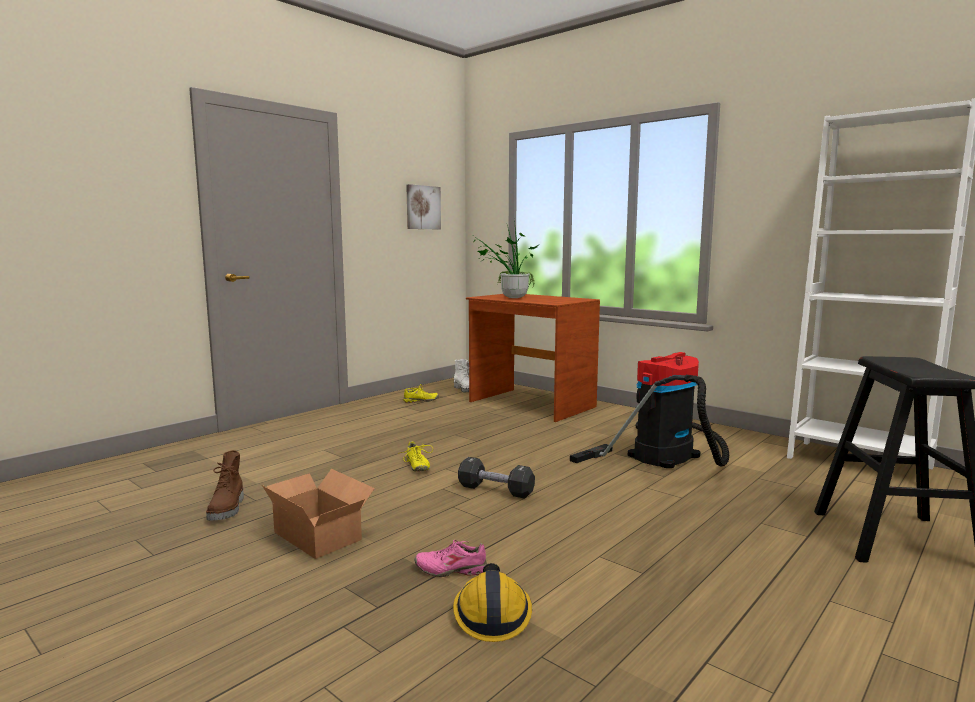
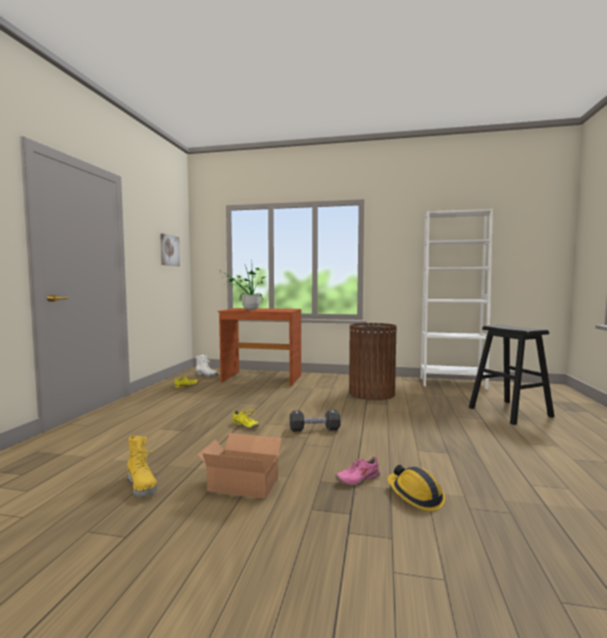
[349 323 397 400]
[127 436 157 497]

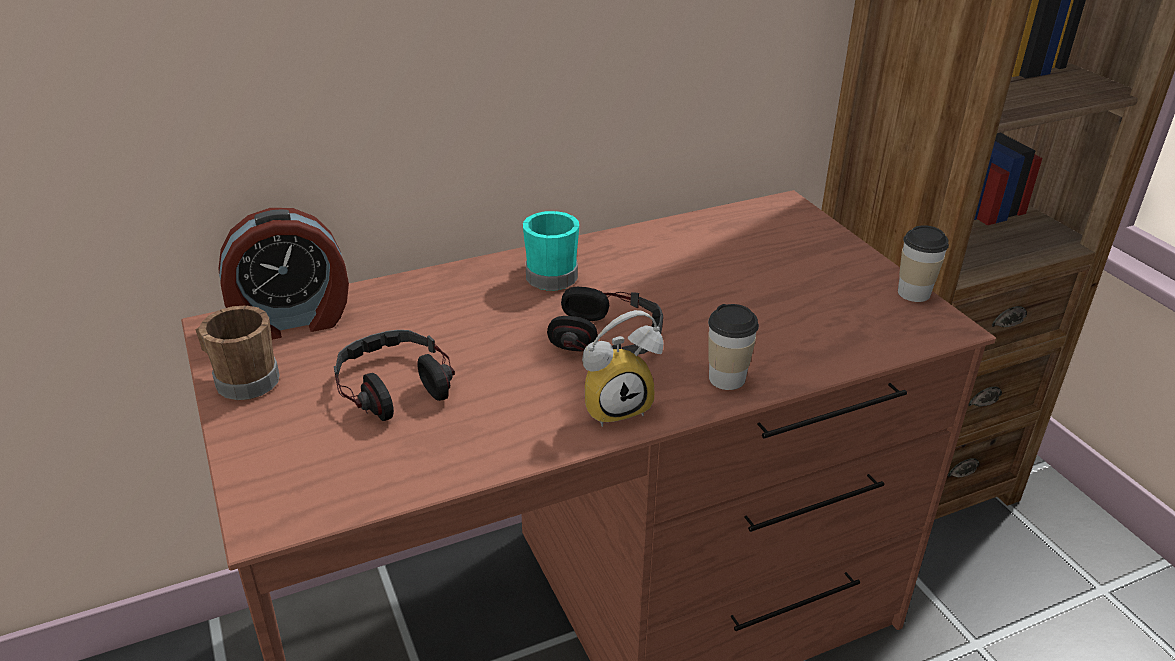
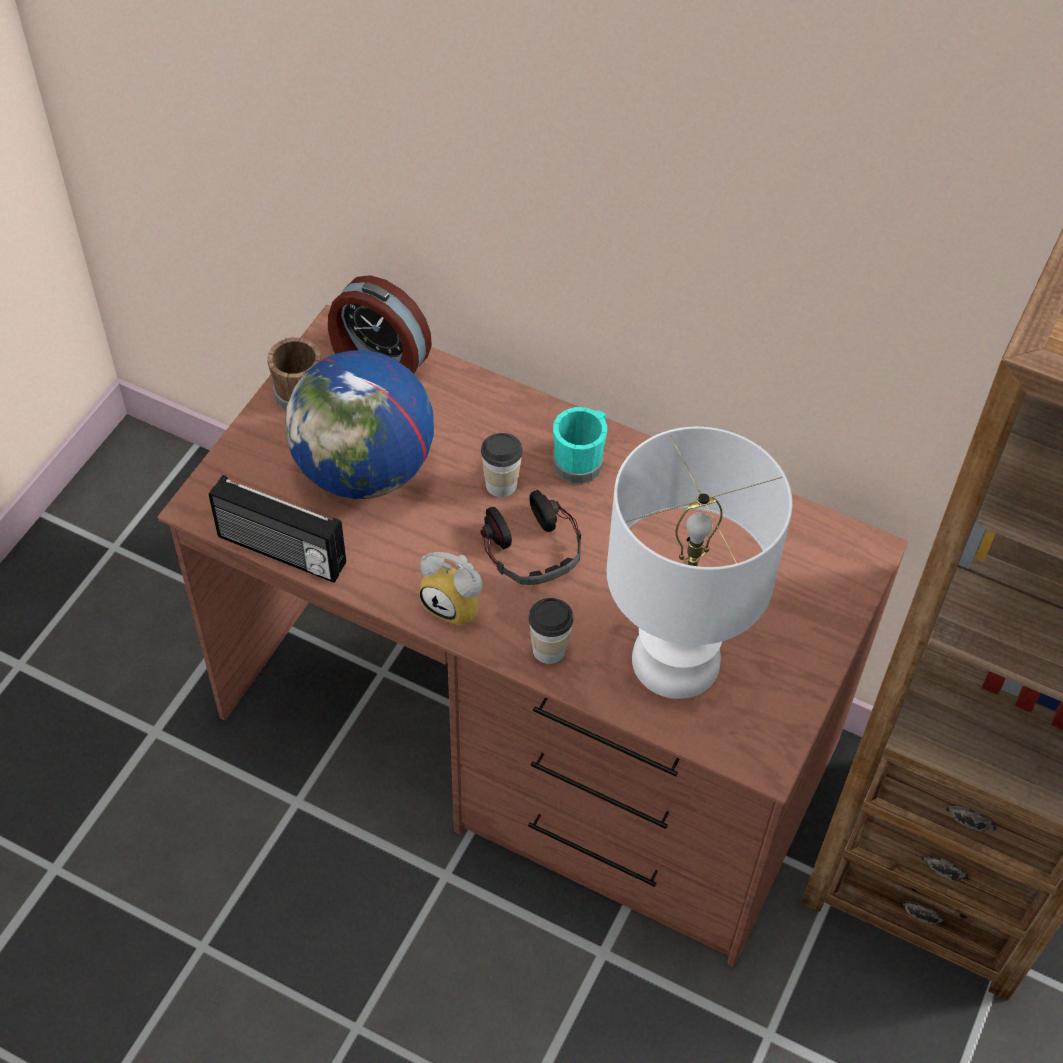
[481 433 523 497]
[285 350 434 499]
[607 427 793 699]
[209 475 346 583]

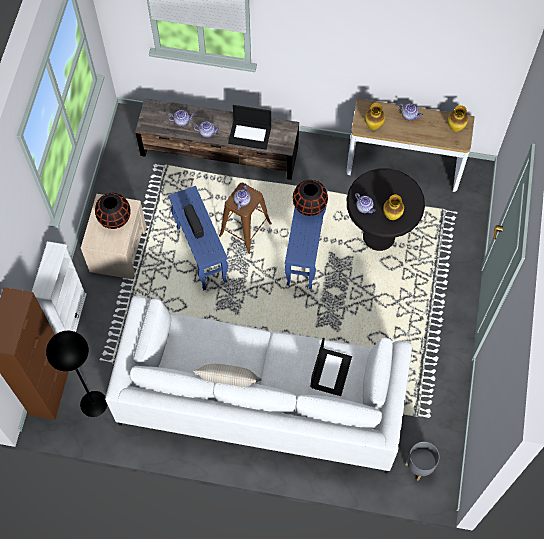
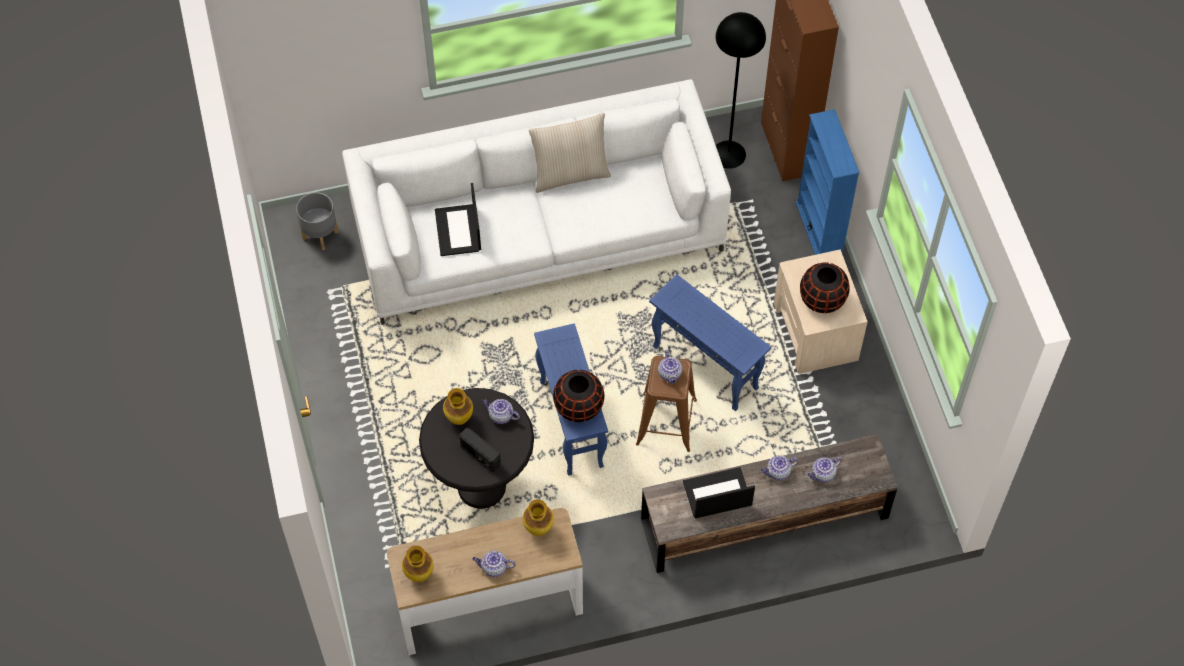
[460 428 501 472]
[796 109 860 255]

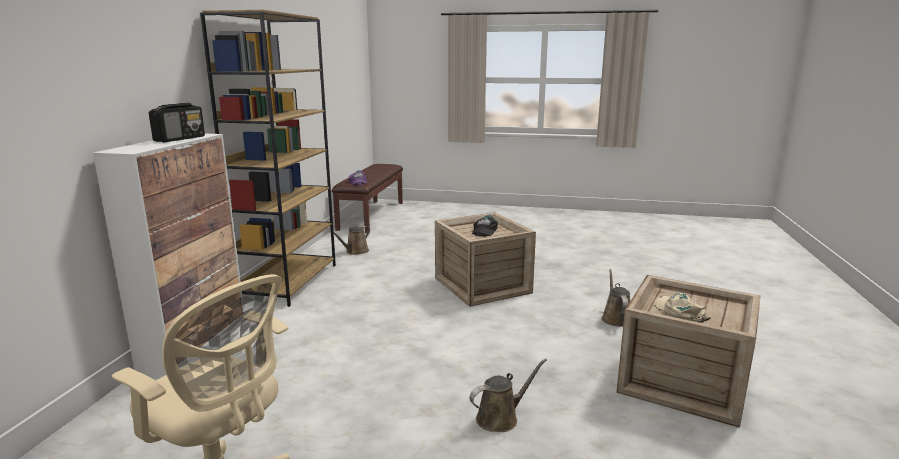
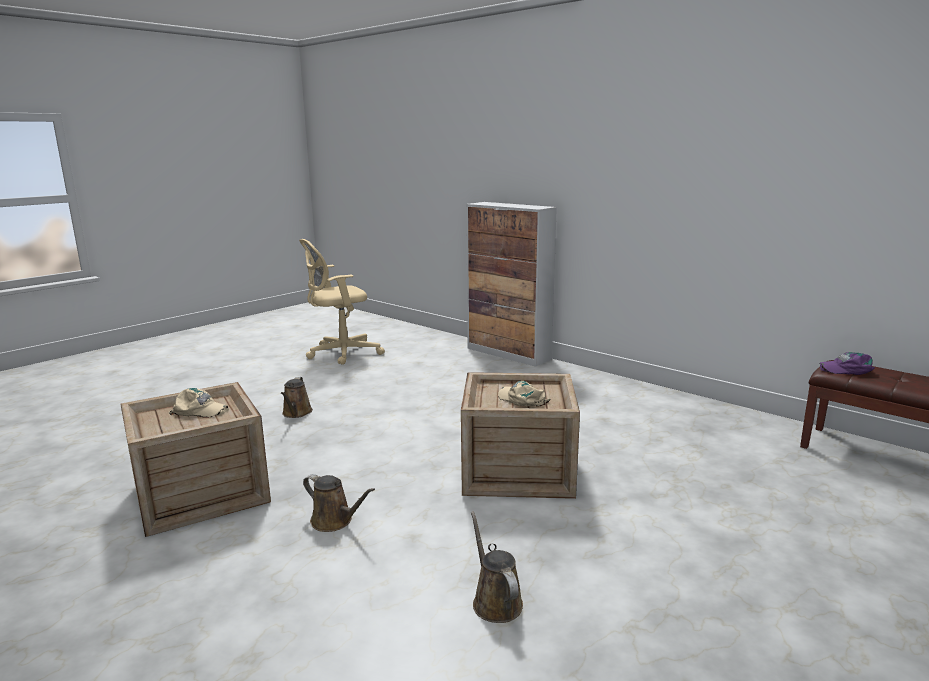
[200 10 336 307] (first image)
[149 103 205 142] (first image)
[498 381 550 406]
[471 511 523 623]

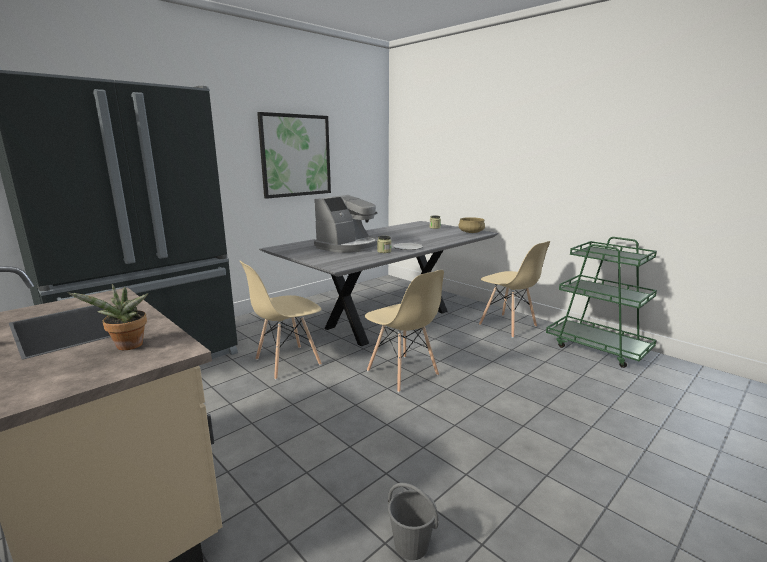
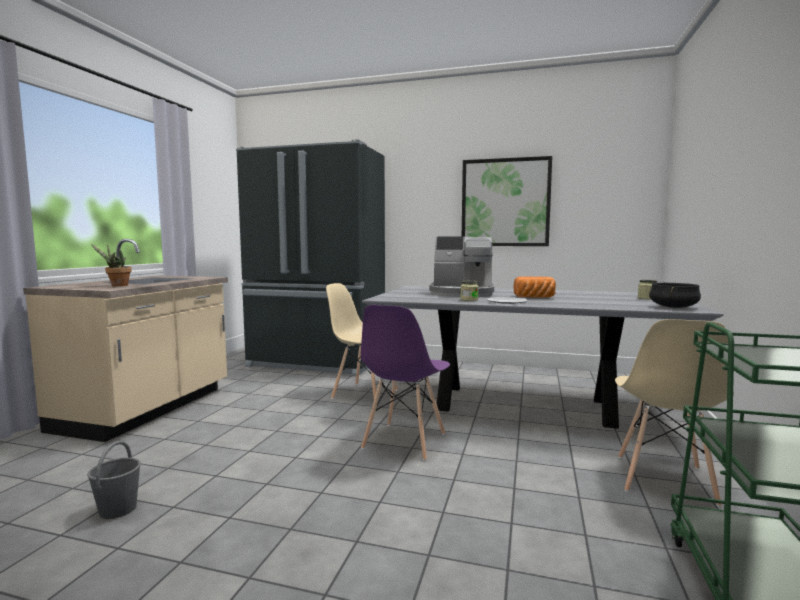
[649 283 701 308]
[361 305 450 461]
[514 276 556 297]

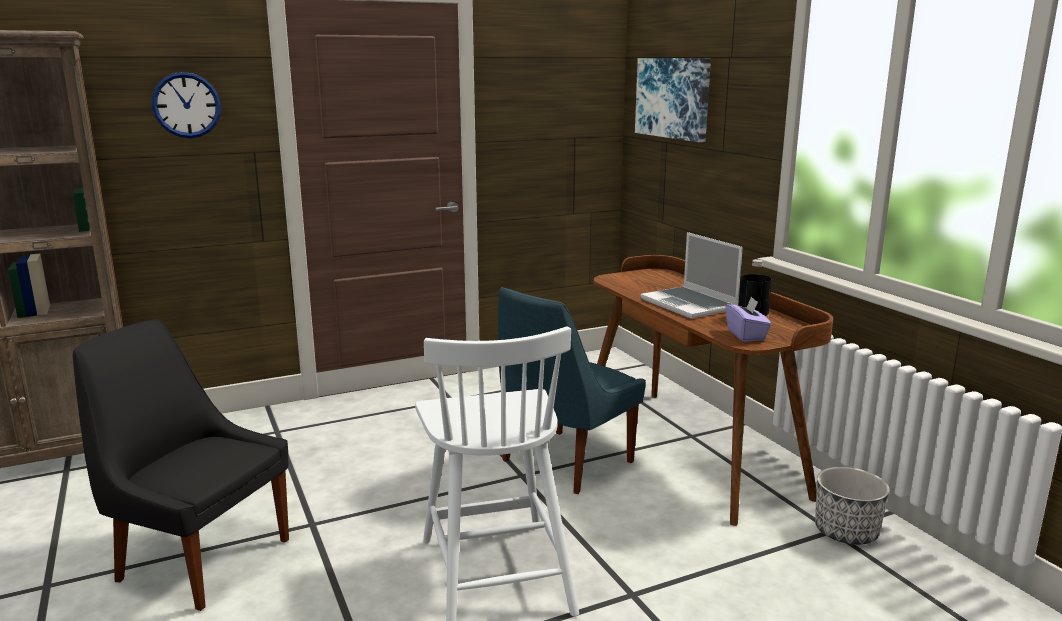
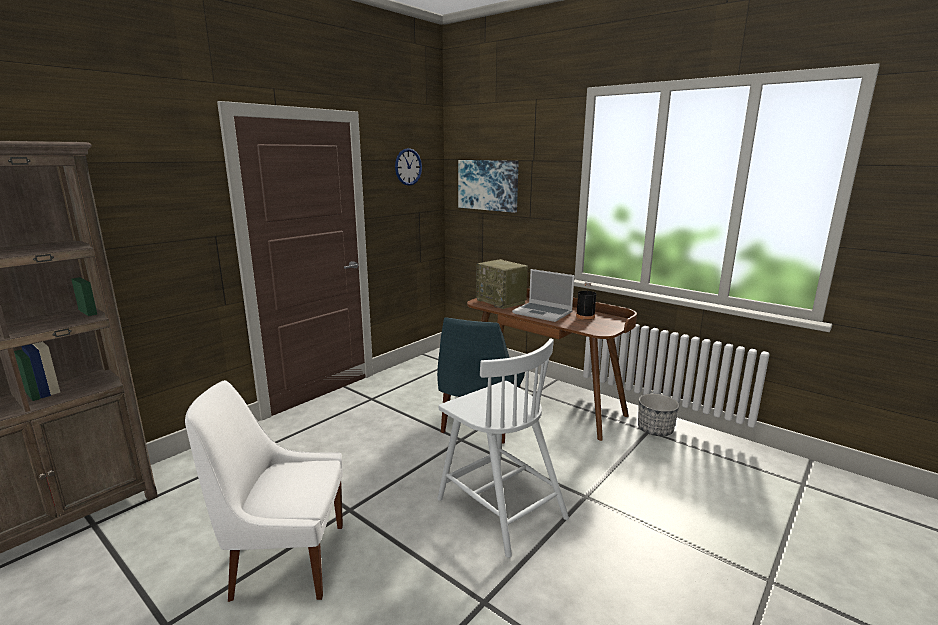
[395 148 422 186]
[726 296 772 341] (first image)
[185 380 343 602]
[476 259 528 309]

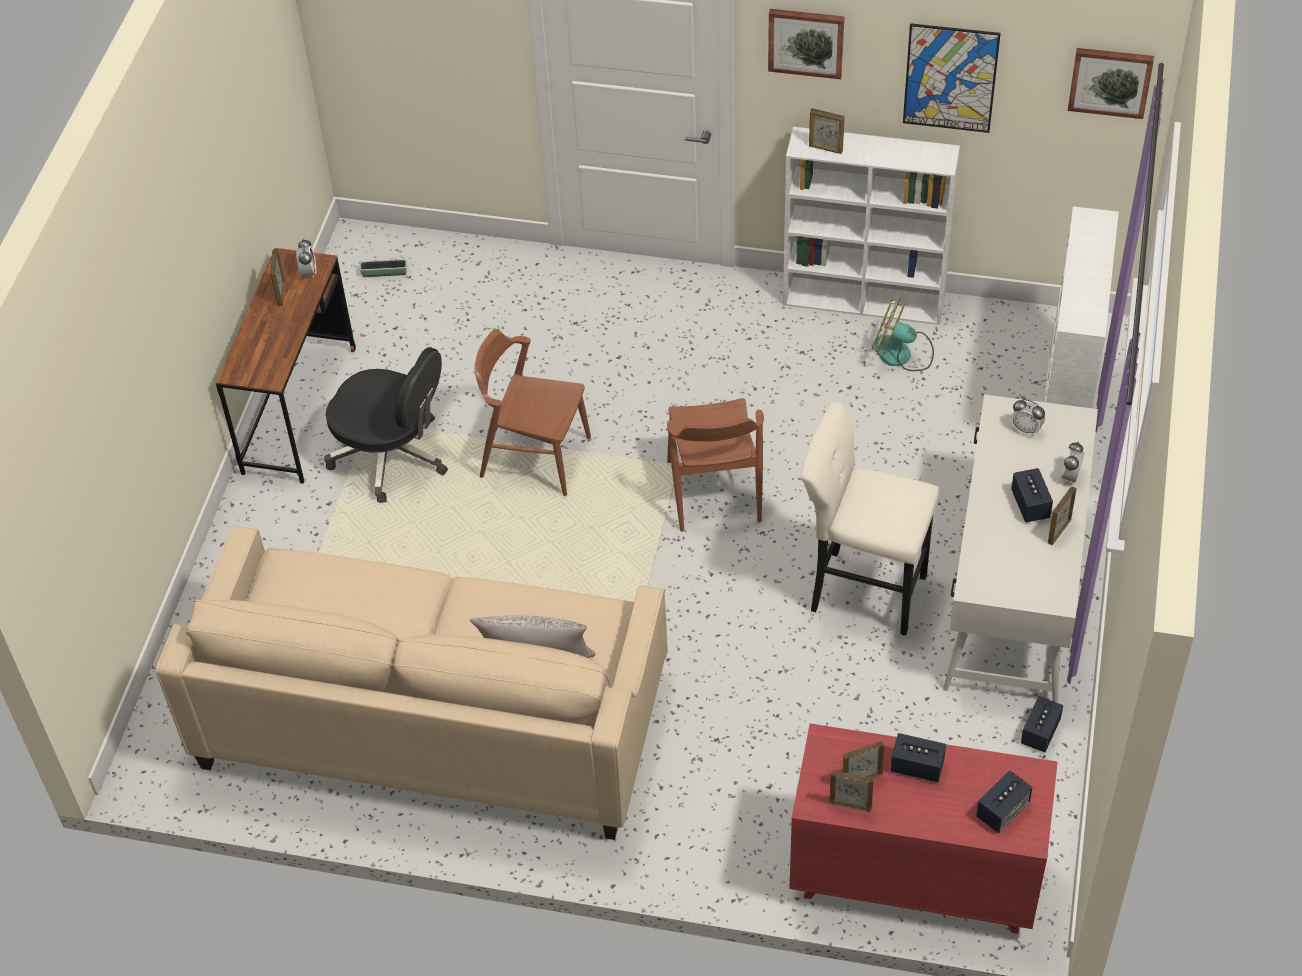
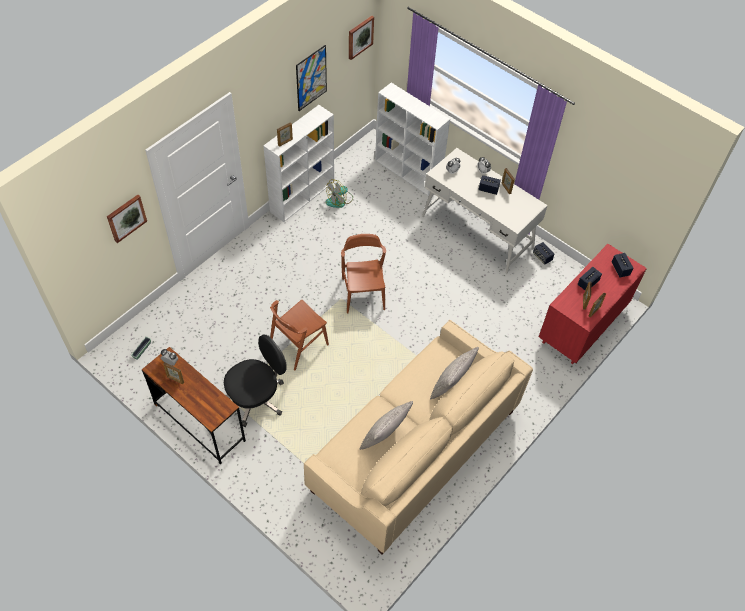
[107 195 147 243]
[341 234 386 313]
[801 402 939 635] (first image)
[360 401 413 450]

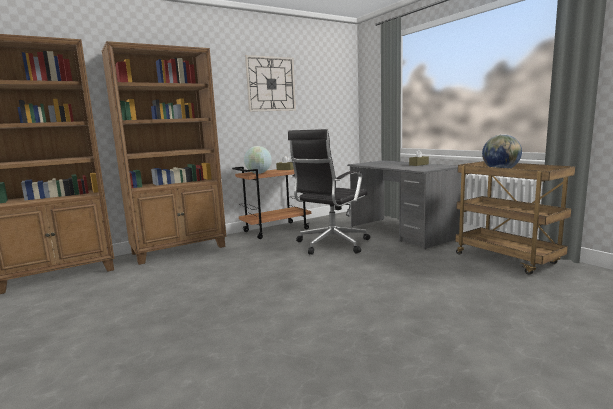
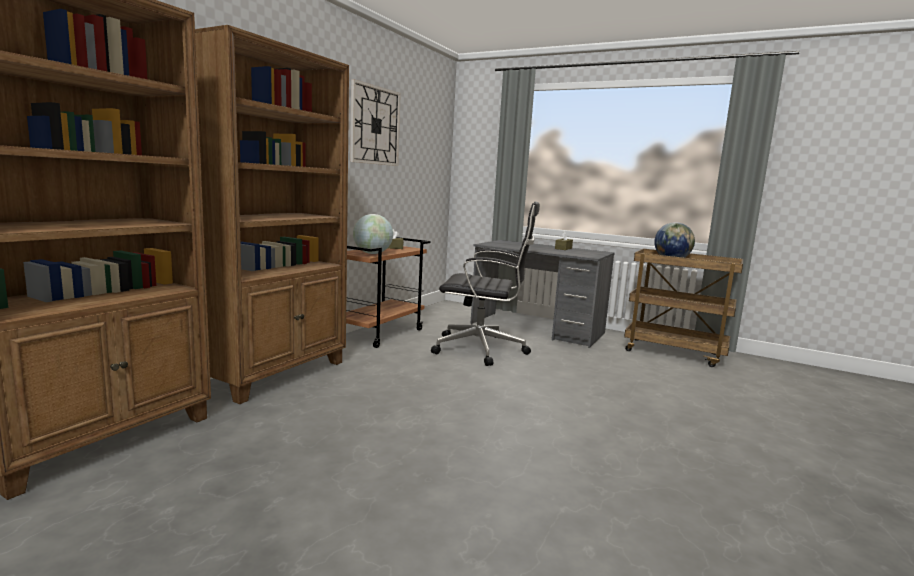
[431 201 540 366]

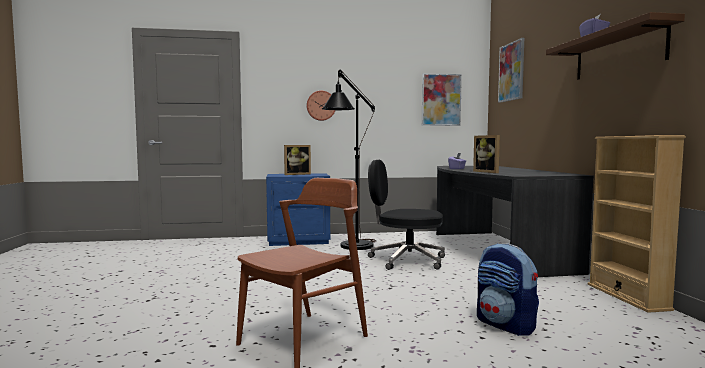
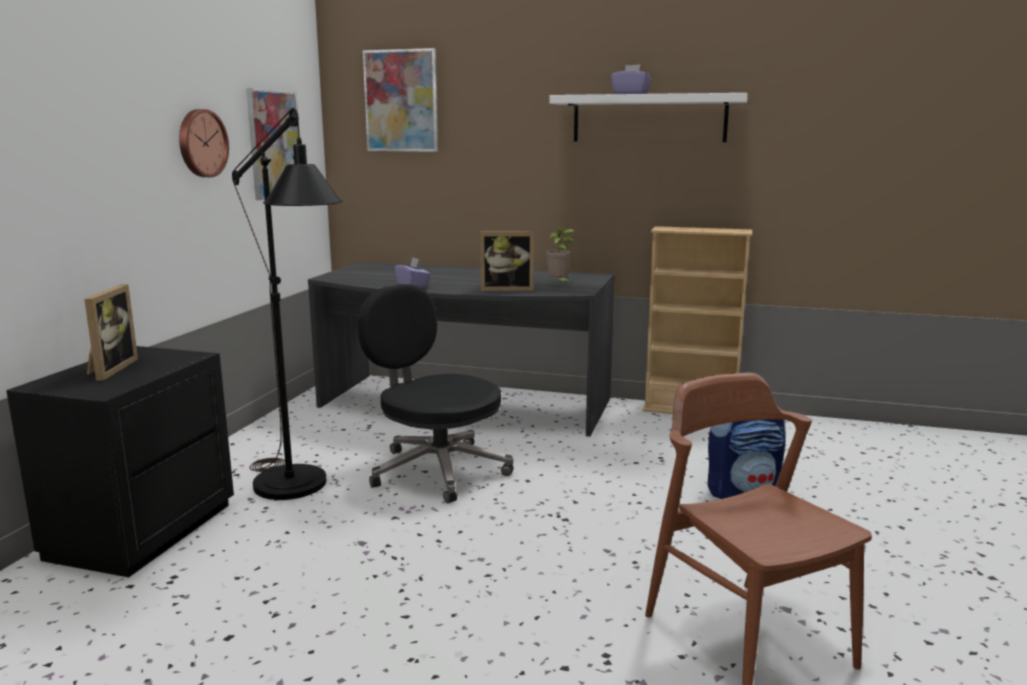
[549 93 748 142]
[179 109 229 177]
[358 284 514 503]
[6 346 234 577]
[546 228 574 283]

